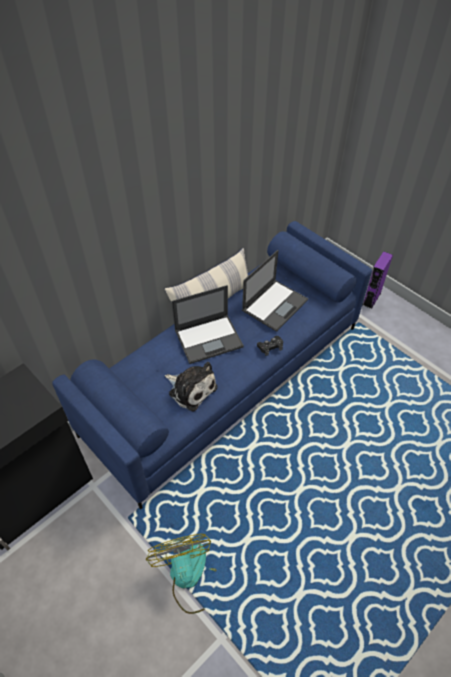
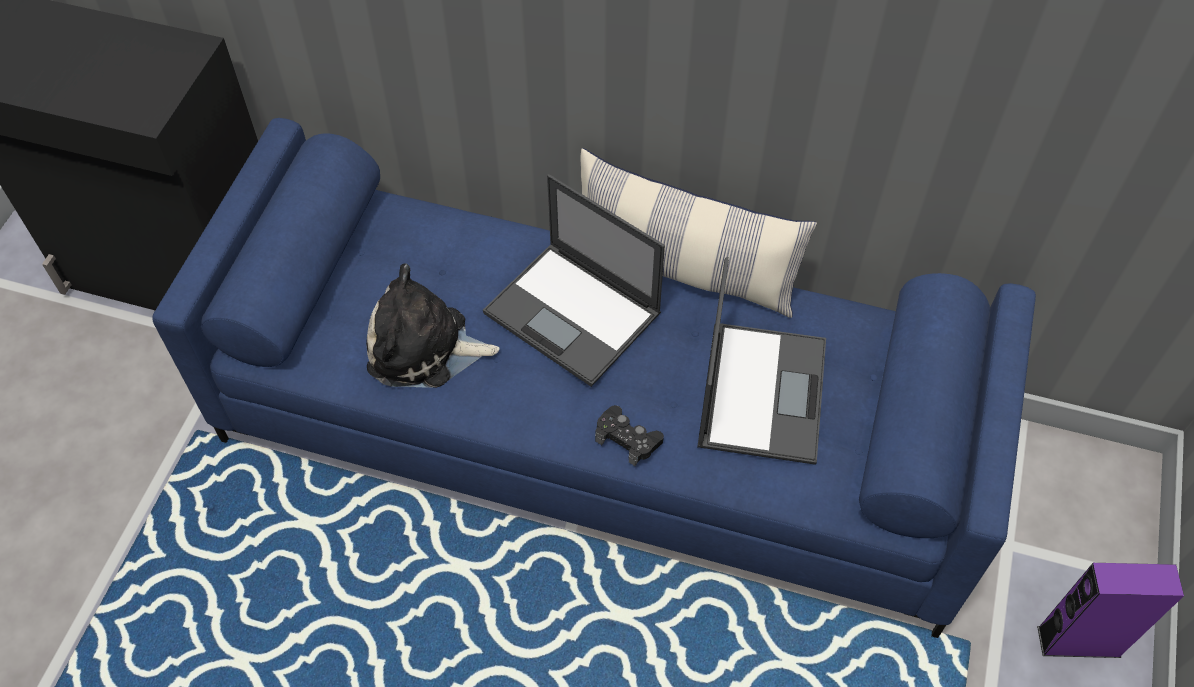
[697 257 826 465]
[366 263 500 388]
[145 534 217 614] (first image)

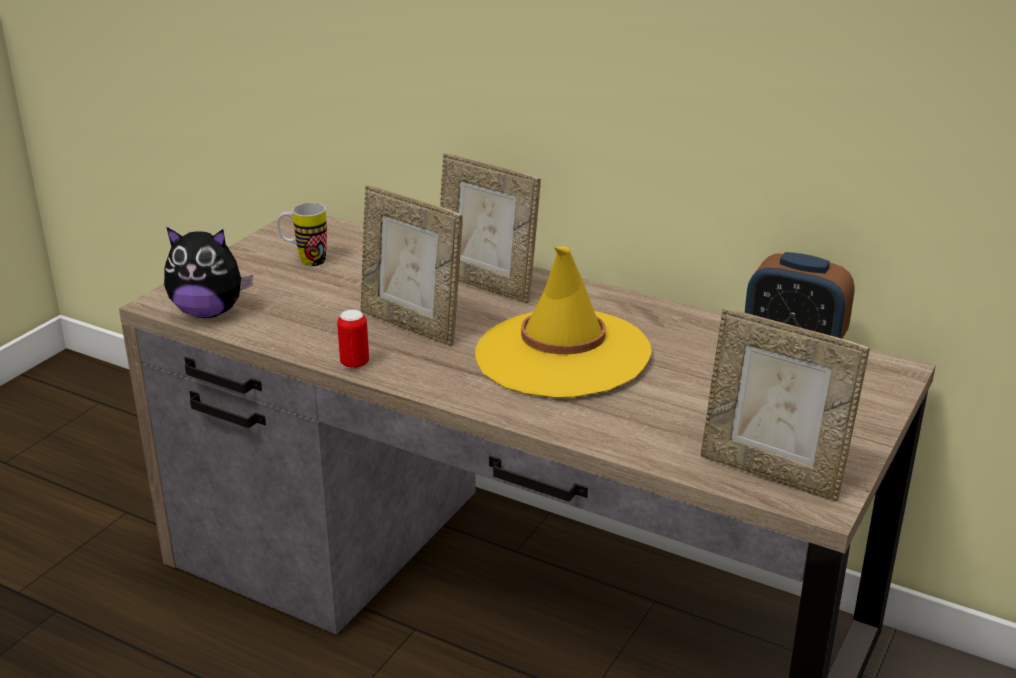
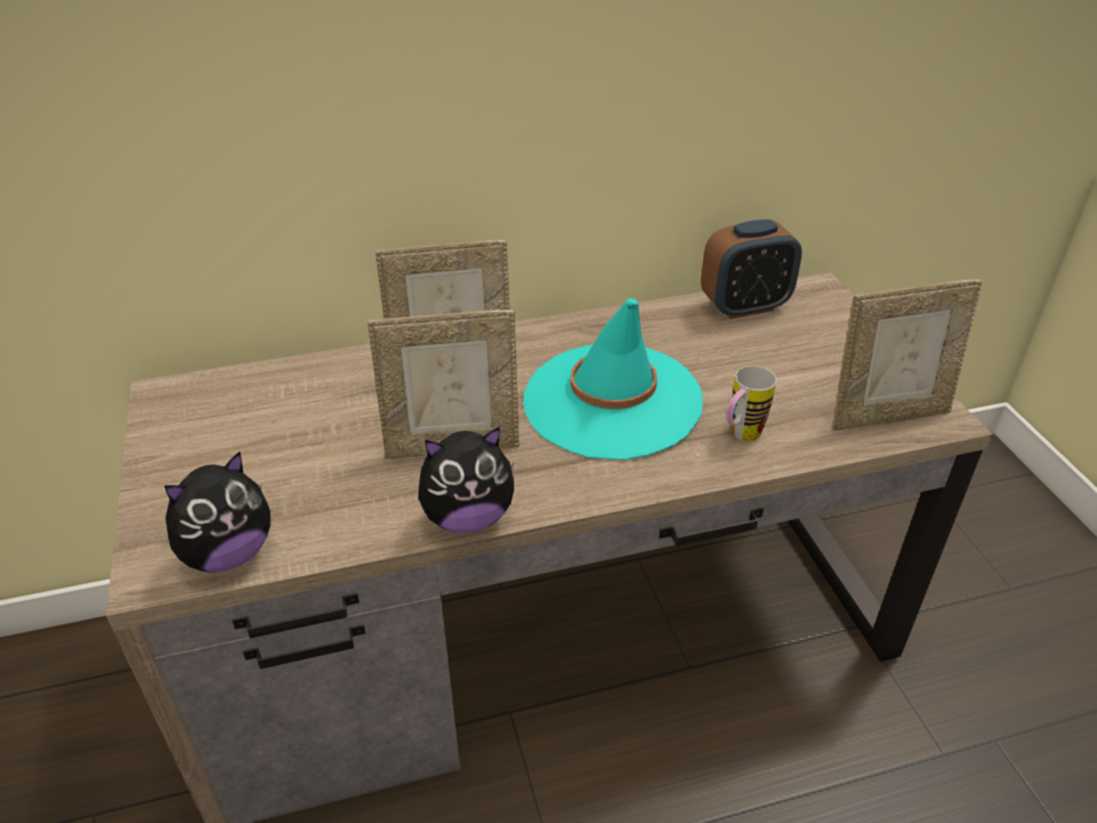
[727 366 777 441]
[523 298 703 460]
[418 427 515 533]

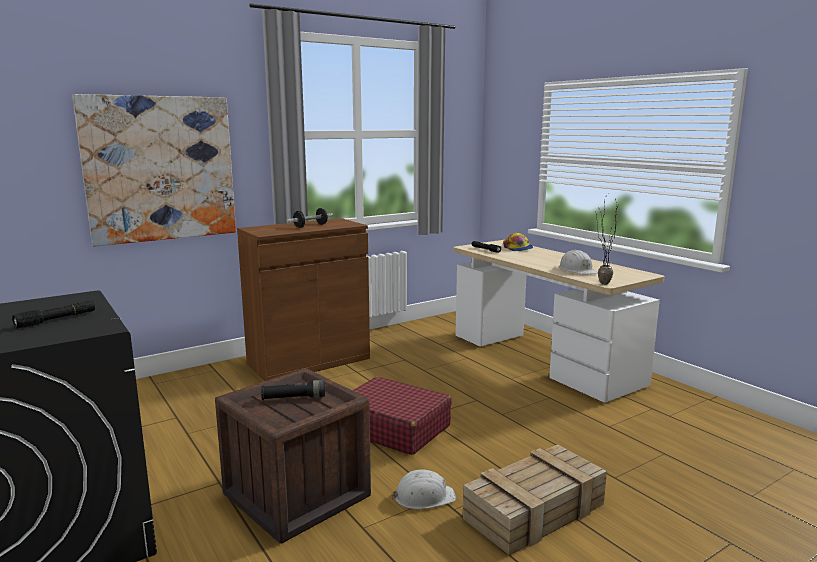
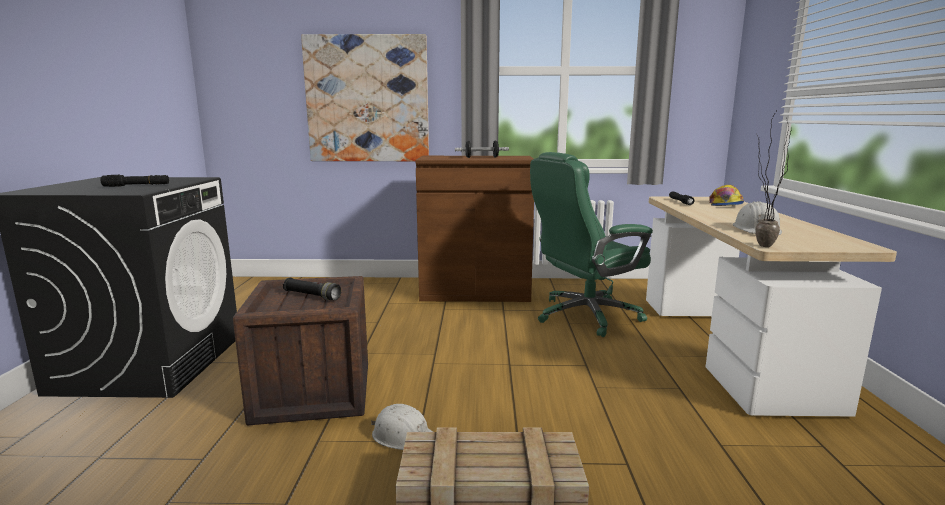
[352 377 452 455] (first image)
[530 152 653 337]

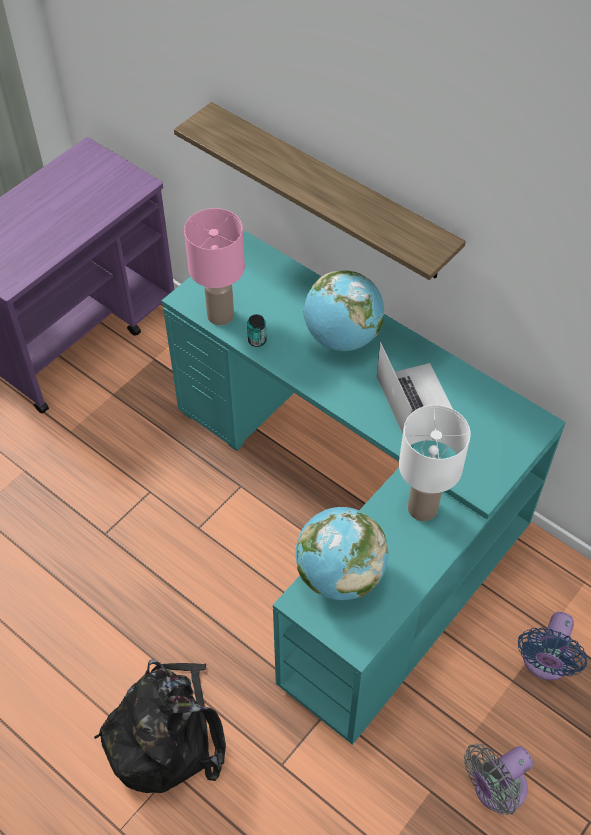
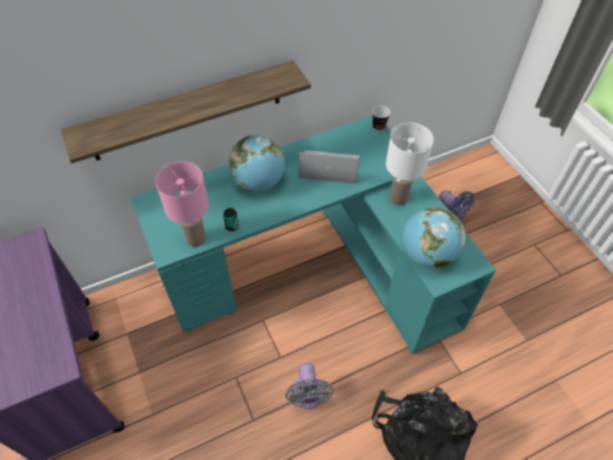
[285 363 334 409]
[372 105 391 131]

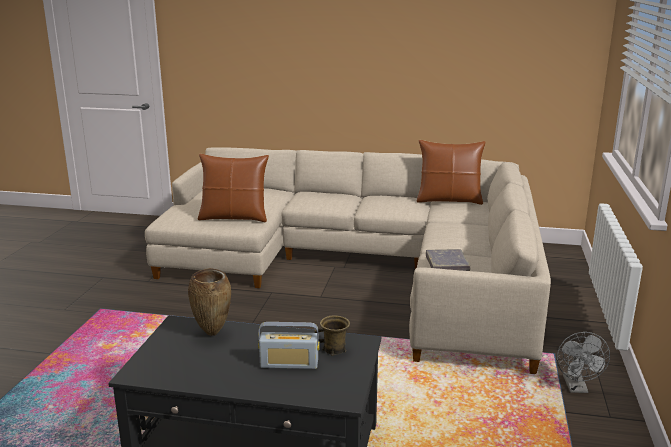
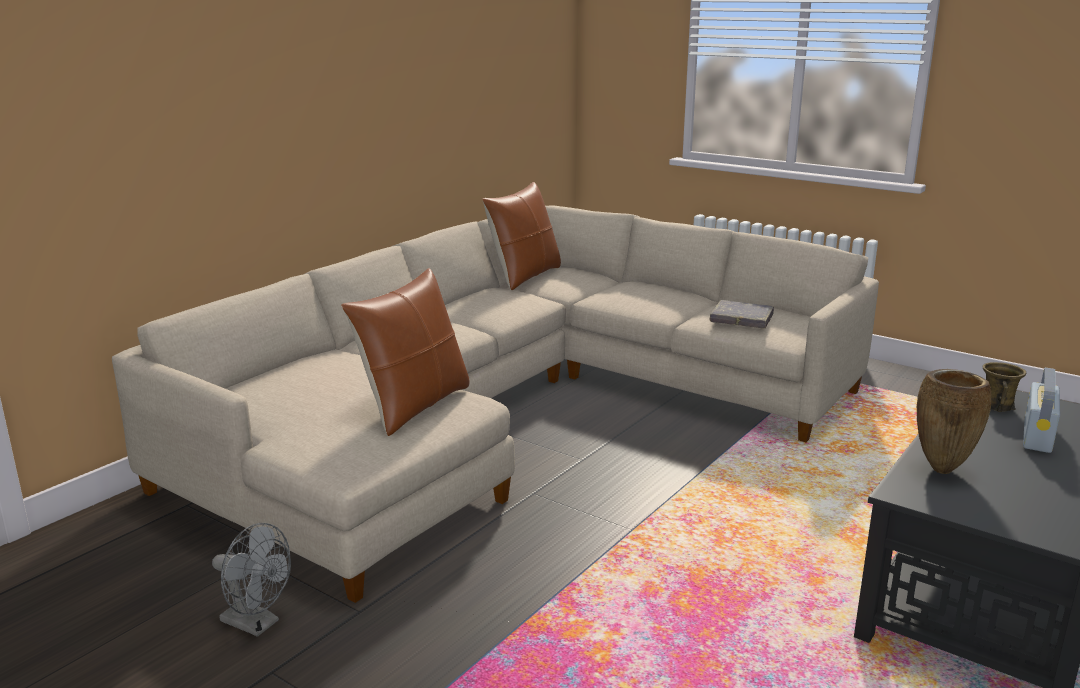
[212 523 291 637]

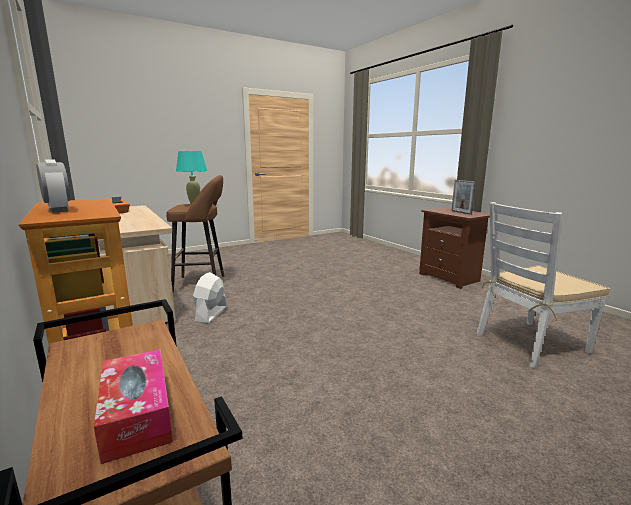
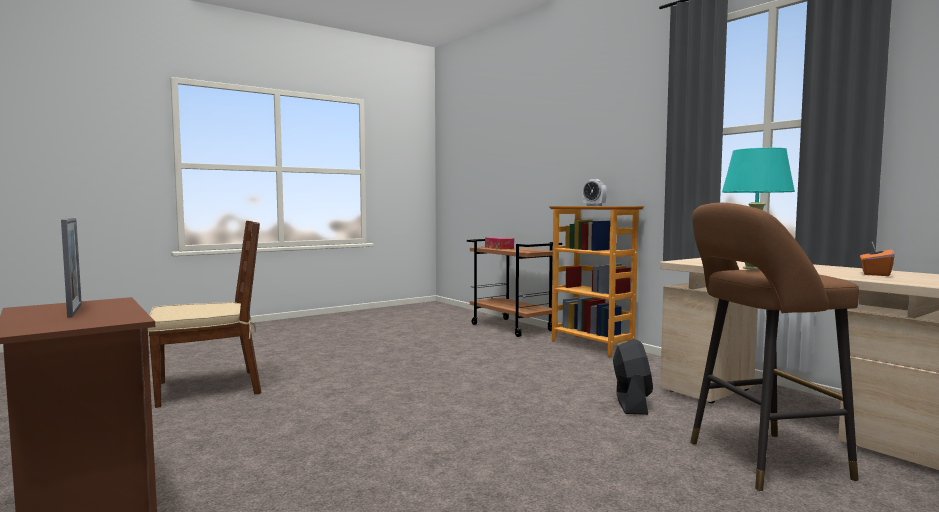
[148 221 261 408]
[613 339 653 415]

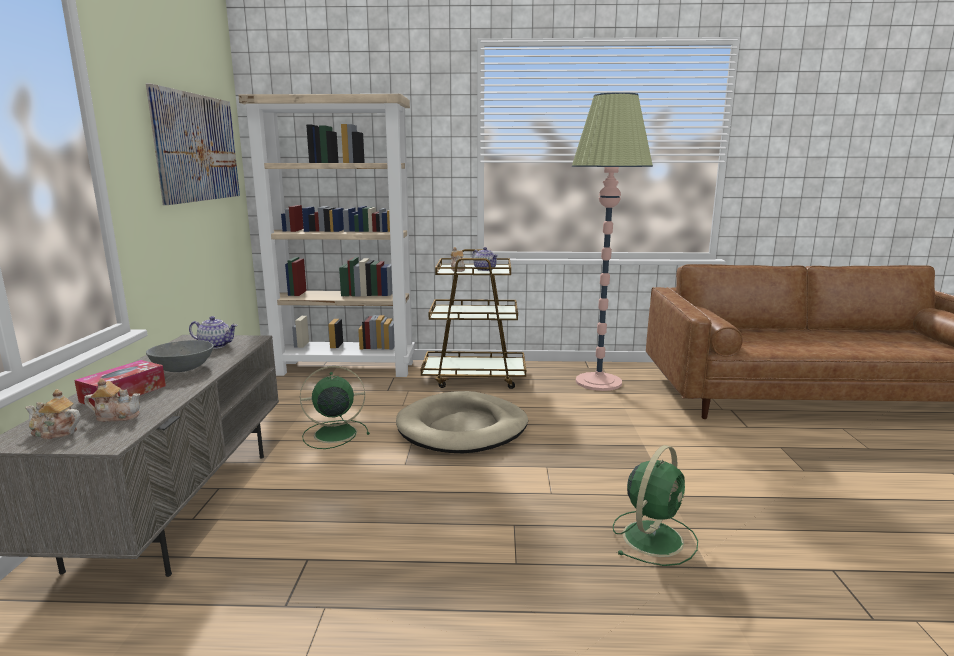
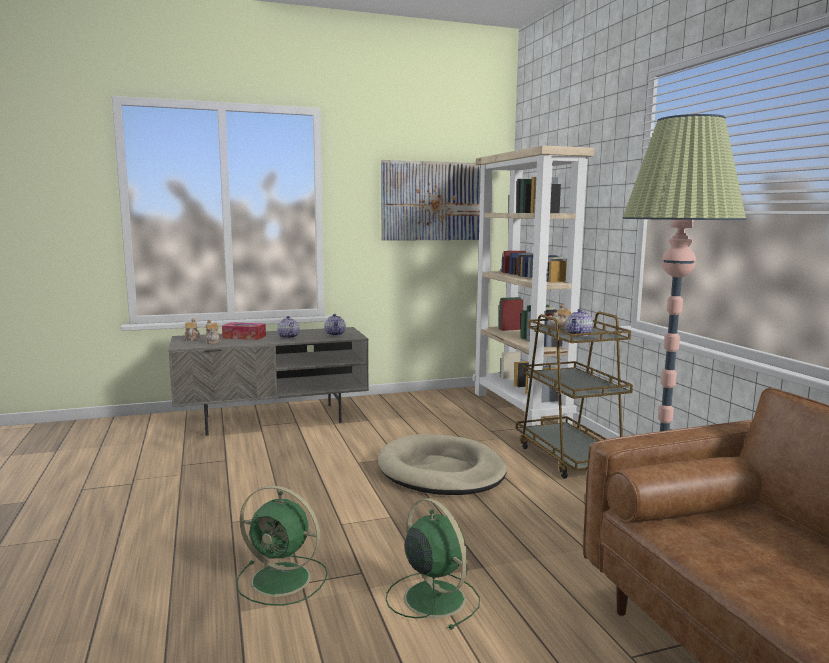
[277 316 300 339]
[386 498 480 630]

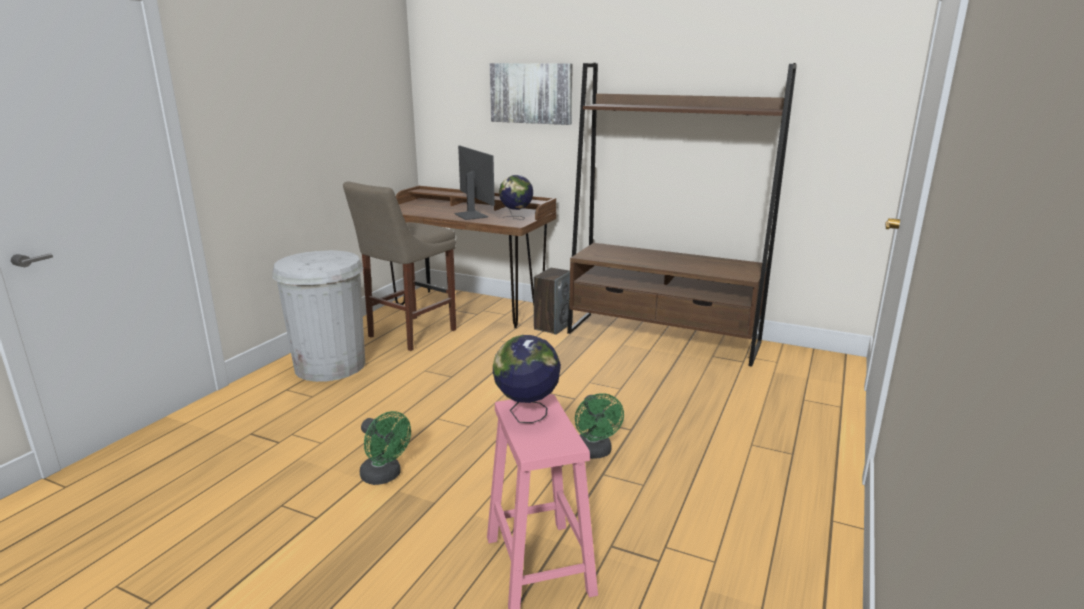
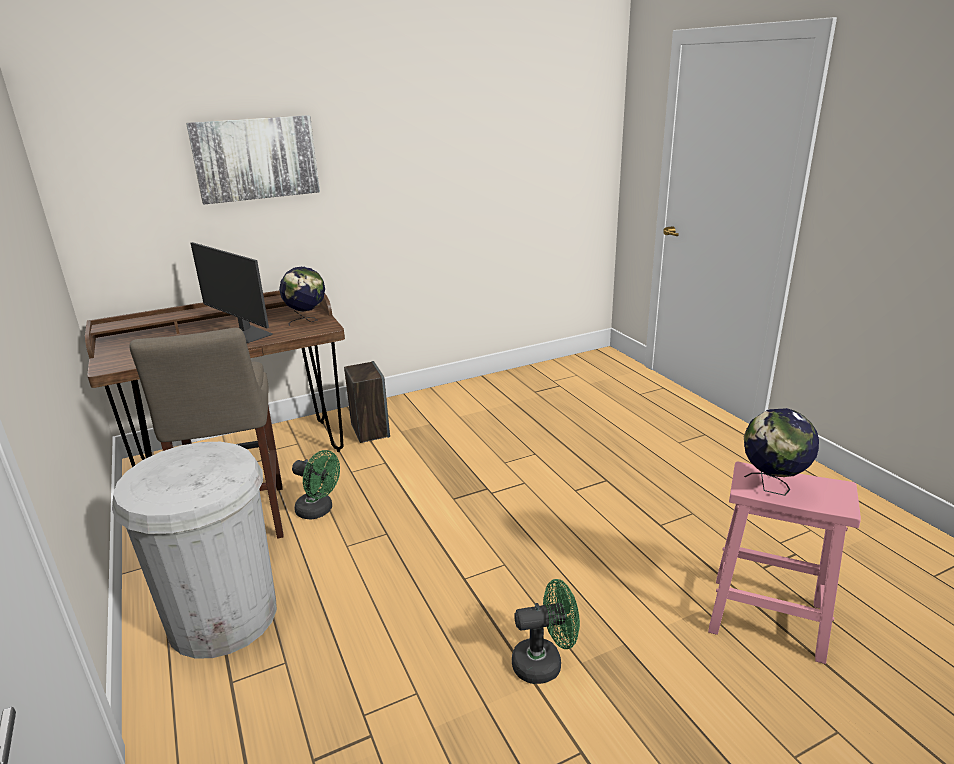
[567 63 797 367] (first image)
[191 242 273 343]
[292 450 340 520]

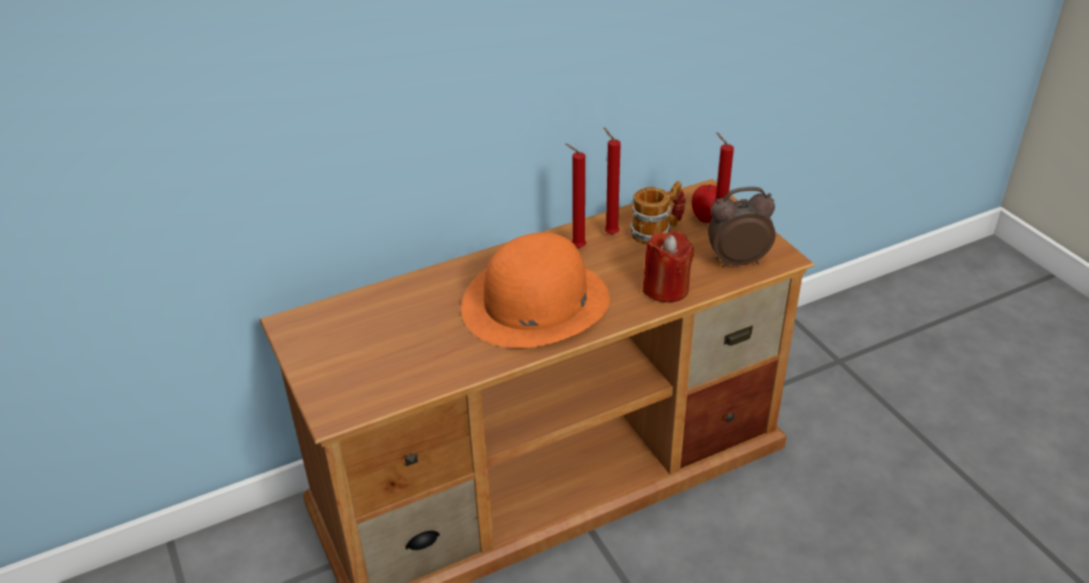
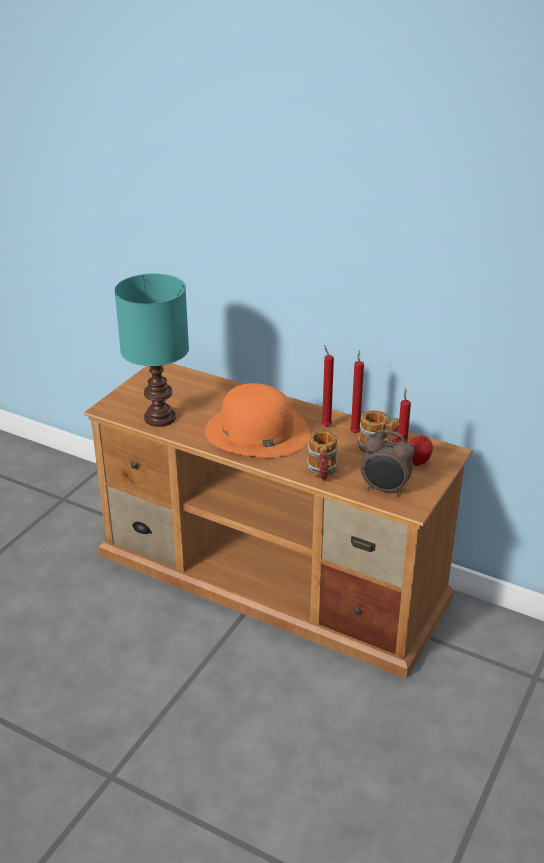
[361 430 415 496]
[307 431 338 481]
[114 273 189 427]

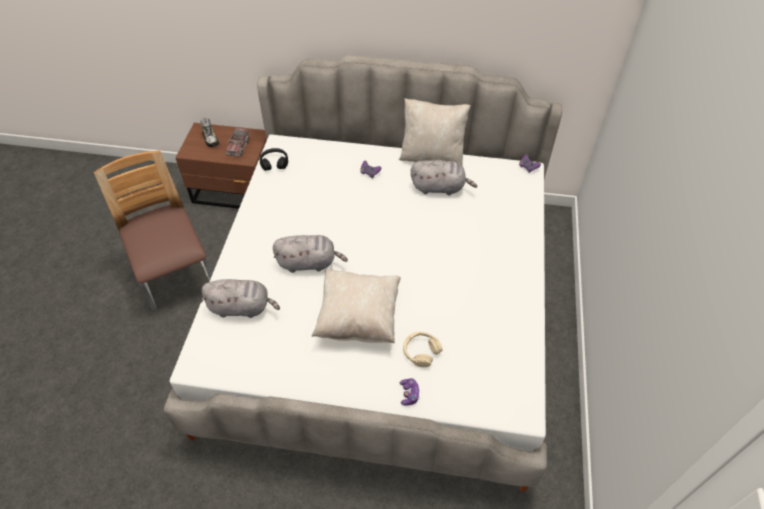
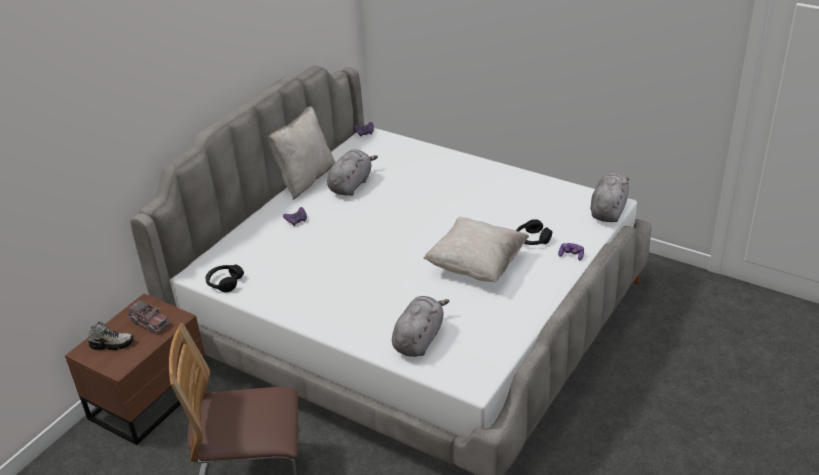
[590 173 629 222]
[516 219 552 245]

